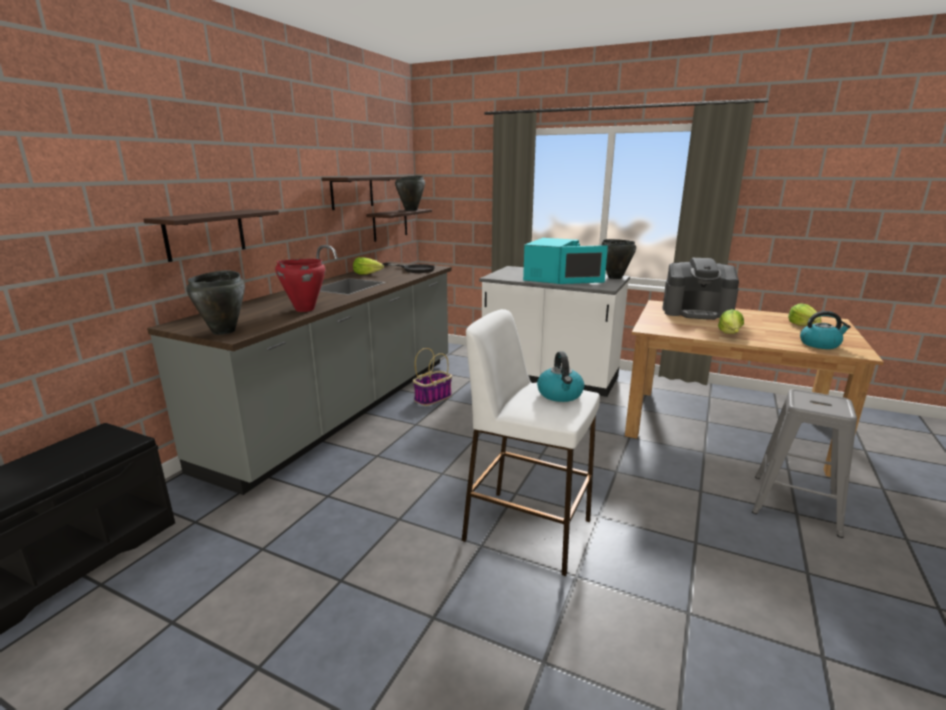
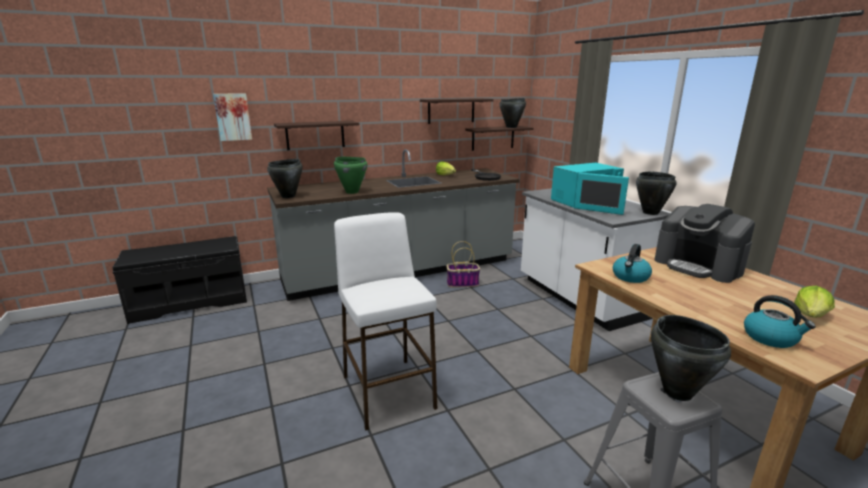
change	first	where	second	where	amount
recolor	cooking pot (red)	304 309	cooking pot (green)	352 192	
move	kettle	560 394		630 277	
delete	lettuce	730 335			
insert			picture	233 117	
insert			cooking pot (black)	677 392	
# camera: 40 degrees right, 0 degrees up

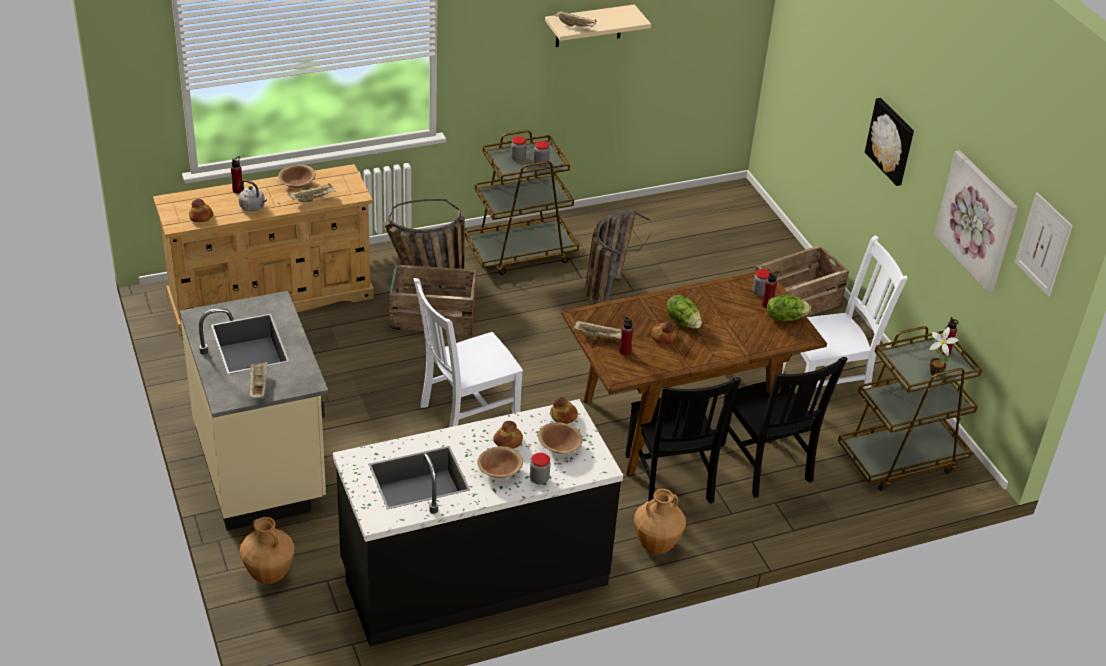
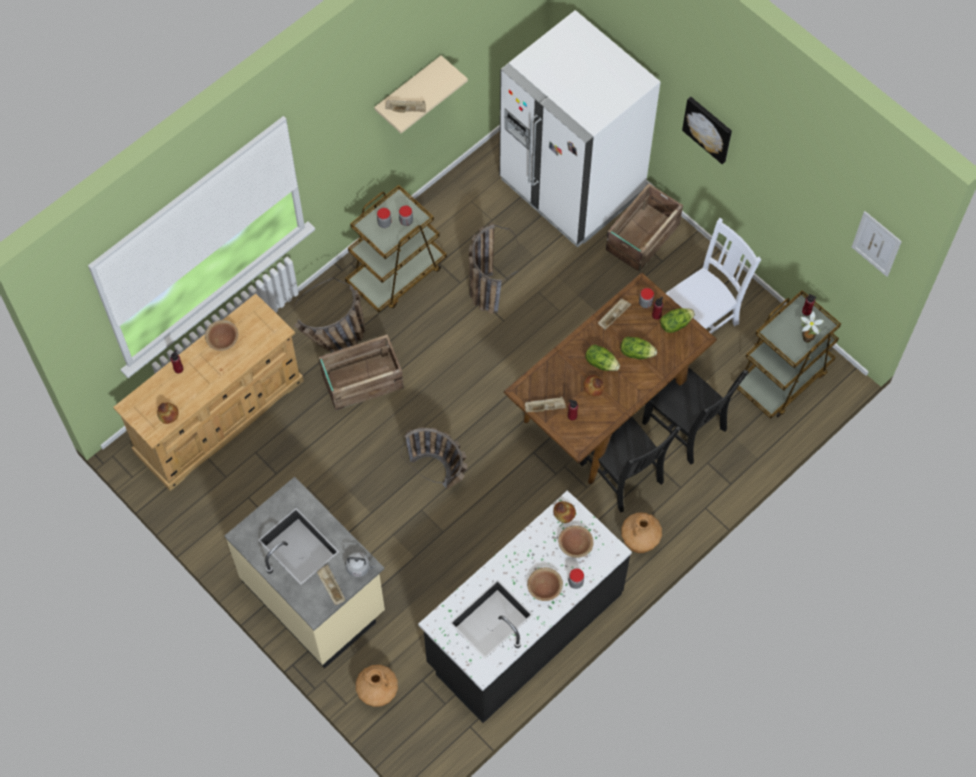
change	first	where	second	where	amount
move	kettle (grey)	253 207		359 567	
move	tray (beige)	313 198		614 316	
replace	chair (white)	466 414	basket	441 475	
delete	bread	507 441			
delete	picture	977 220			
insert			fridge (white)	571 187	
insert			lettuce	636 352	
# camera: 20 degrees left, 25 degrees up

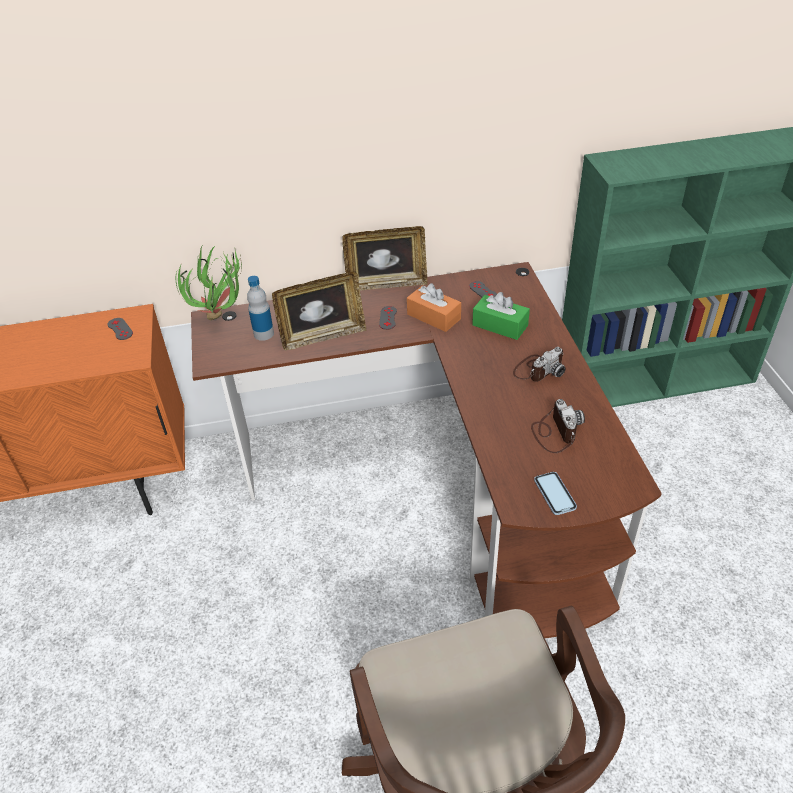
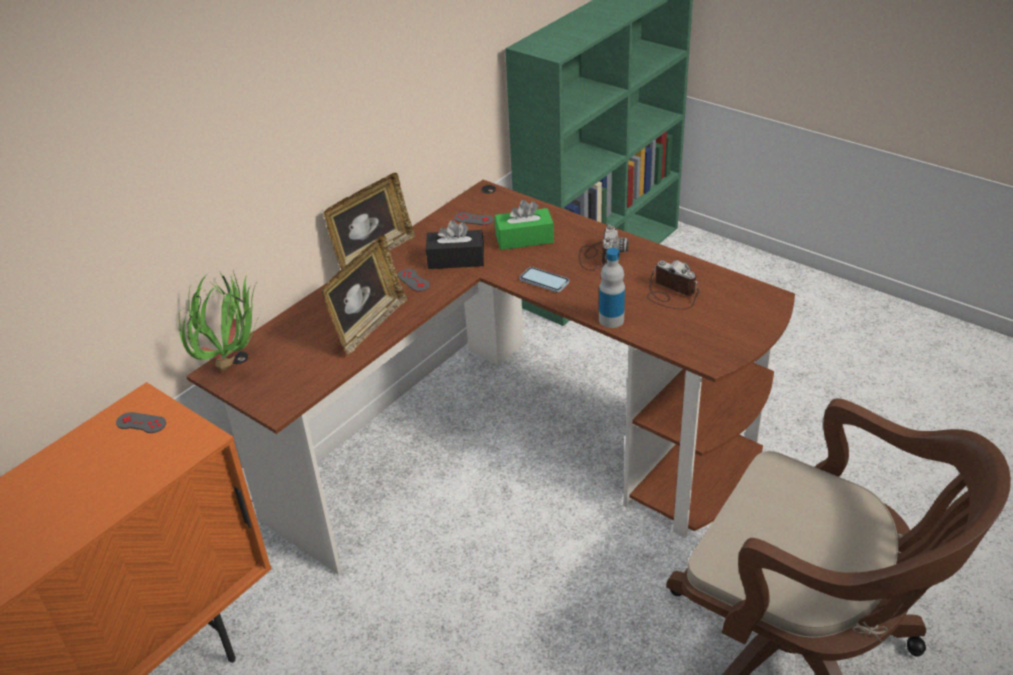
change	first	where	second	where	amount
move	bottle	263 334		611 320	
recolor	tissue box (orange)	433 316	tissue box (black)	456 259	
move	phone	554 494		544 281	
# camera: 40 degrees left, 5 degrees down

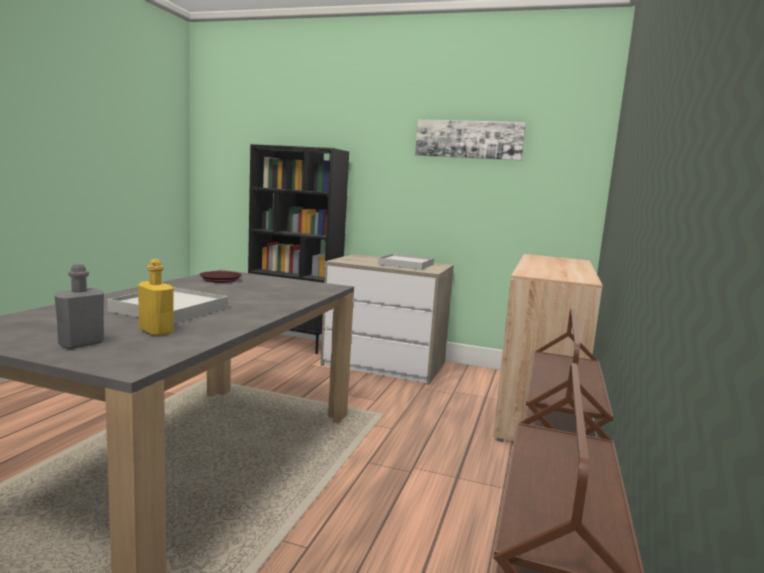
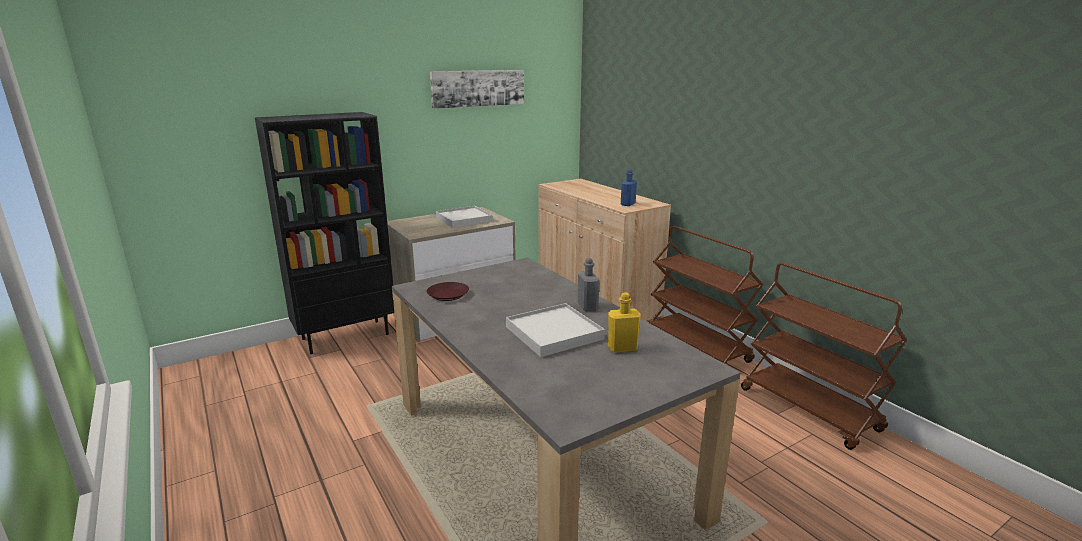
change	first	where	second	where	amount
move	bottle (grey)	81 344		587 306	
insert			bottle (blue)	628 204	
# camera: 50 degrees left, 10 degrees up

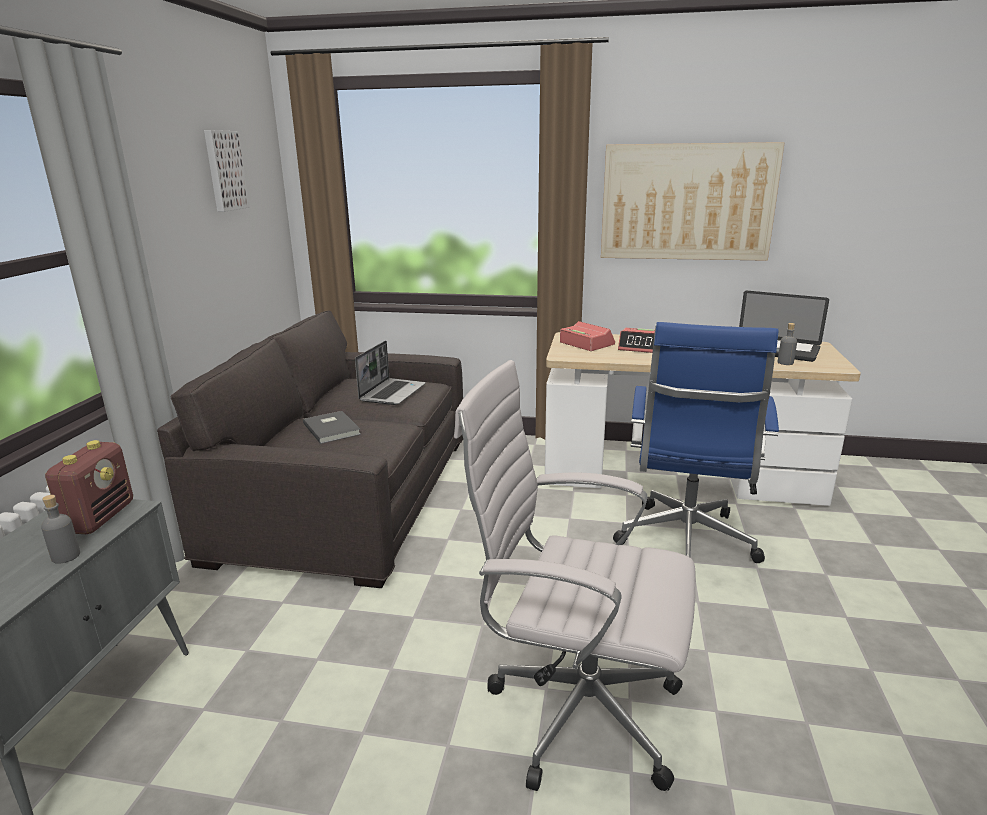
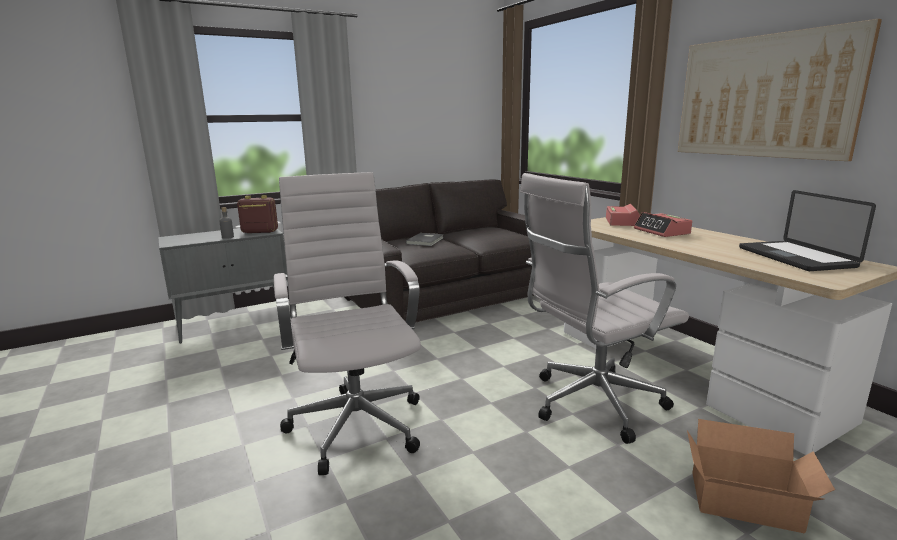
change	first	where	second	where	amount
rotate	radio	100 517		259 231	150 degrees counterclockwise
delete	picture	224 171			
delete	laptop	392 392			
recolor	office chair (blue)	685 544	office chair (white)	591 404	
delete	bottle (grey)	785 362			
insert			cardboard box	748 504	
# camera: 50 degrees right, 5 degrees down

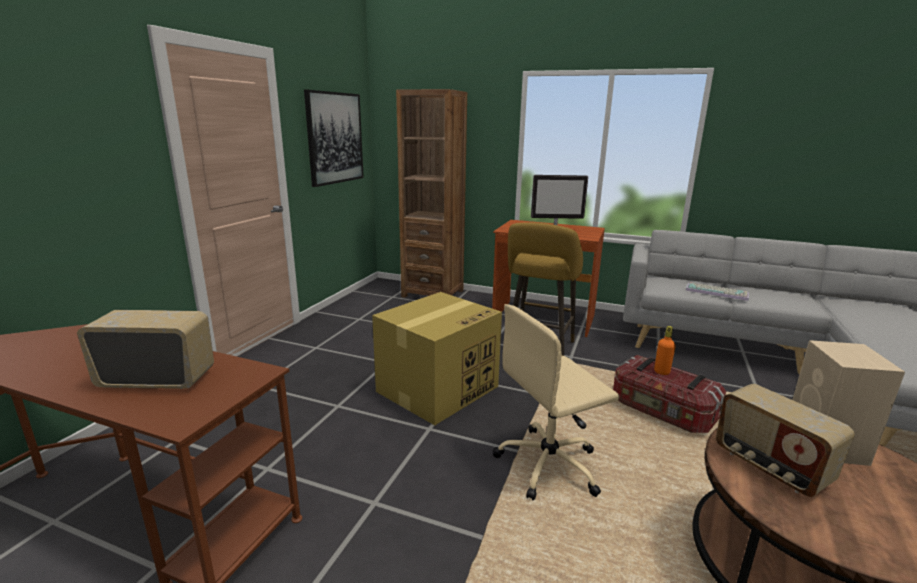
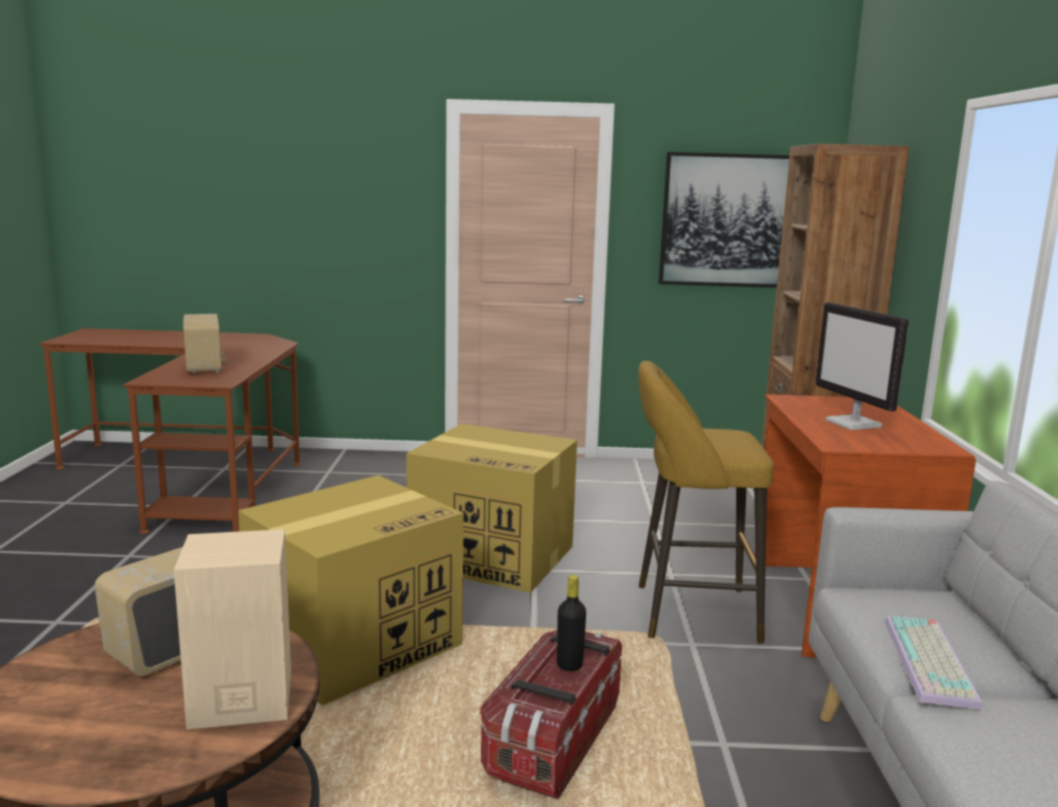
change	first	where	second	where	amount
replace	office chair (beige)	550 464	cardboard box	356 644	
recolor	bottle (orange)	661 372	bottle (black)	569 665	
# camera: 70 degrees right, 5 degrees down

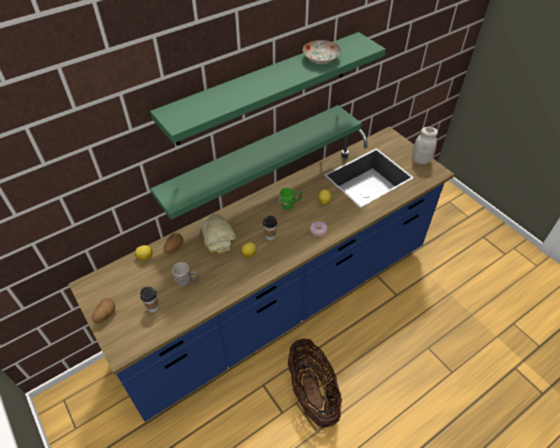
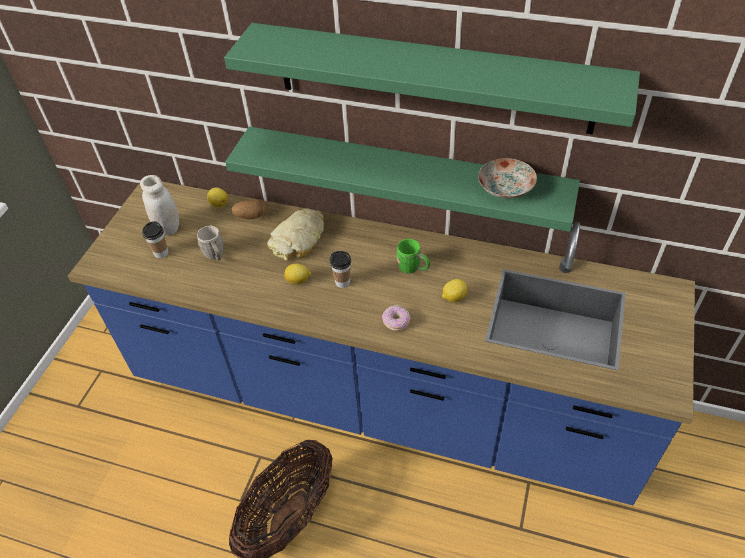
change	first	where	second	where	amount
delete	potato	105 315			
move	plate	321 59		505 188	
move	jar (white)	420 160		168 227	
# camera: 55 degrees right, 0 degrees up

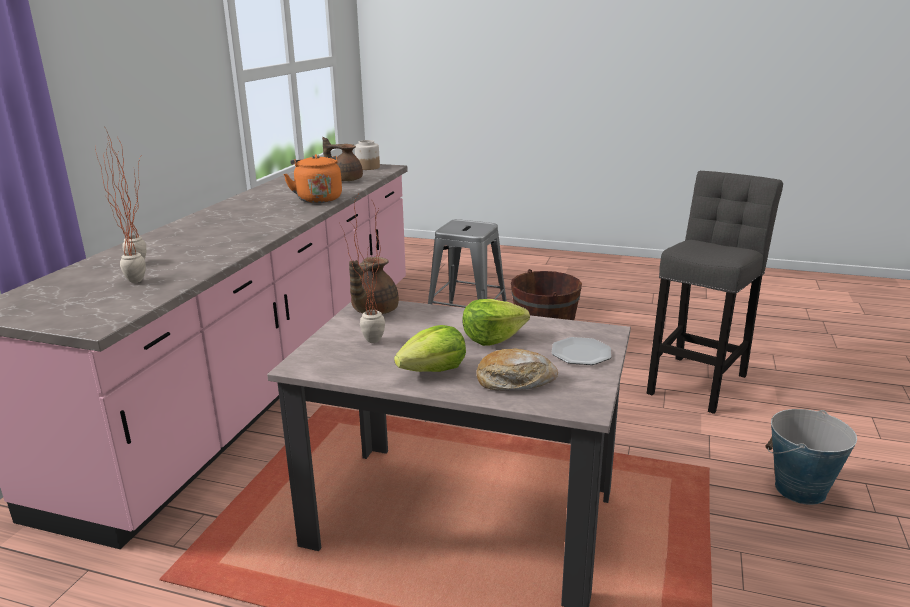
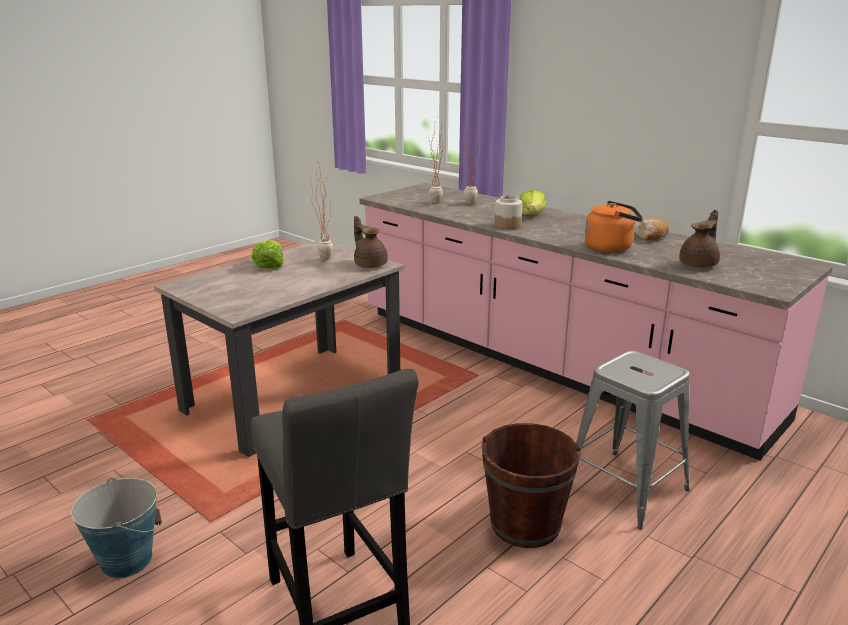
change	first	where	second	where	amount
move	jar	367 167		507 225	
move	lettuce	492 337		531 215	
move	bread	515 381		651 236	
delete	plate	581 353			
# camera: 115 degrees right, 0 degrees up

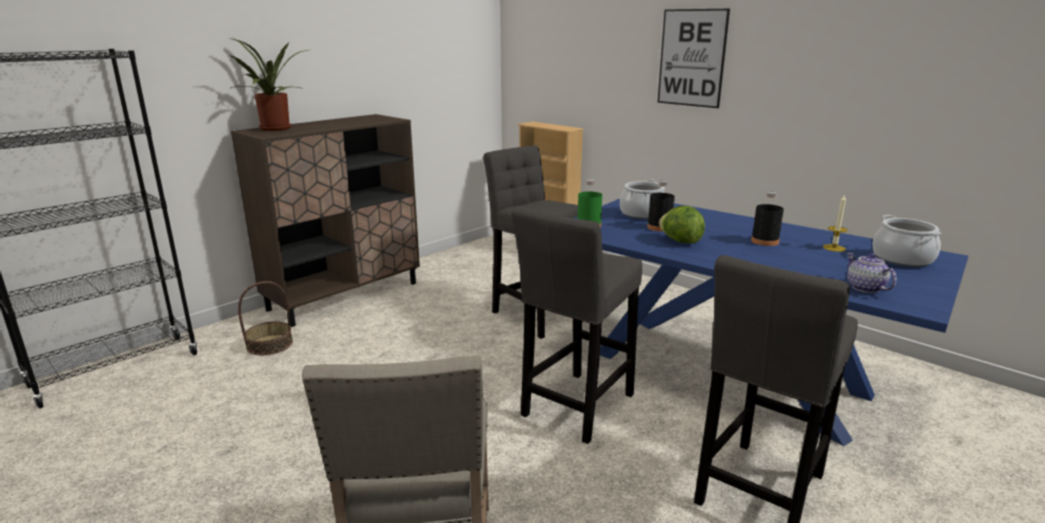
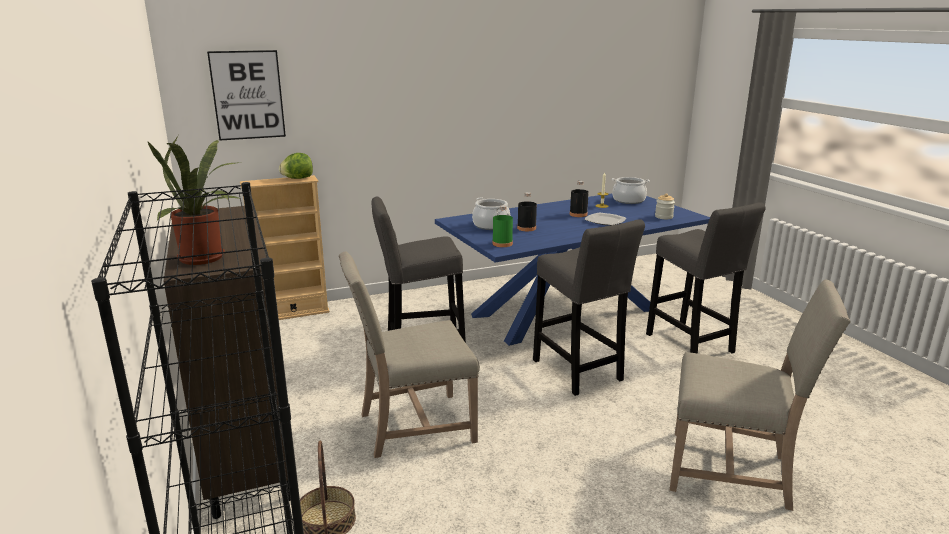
change	first	where	second	where	amount
move	picture	692 58		247 95	
move	lettuce	680 241		297 178	
replace	teapot	864 288	jar	663 217	
insert			chair (beige)	413 426	
insert			plate	605 221	
# camera: 65 degrees left, 0 degrees up

